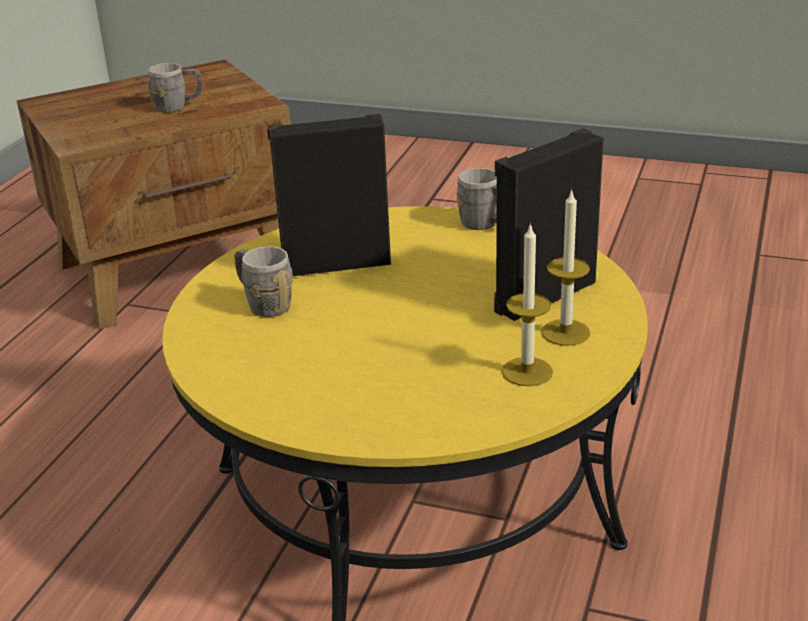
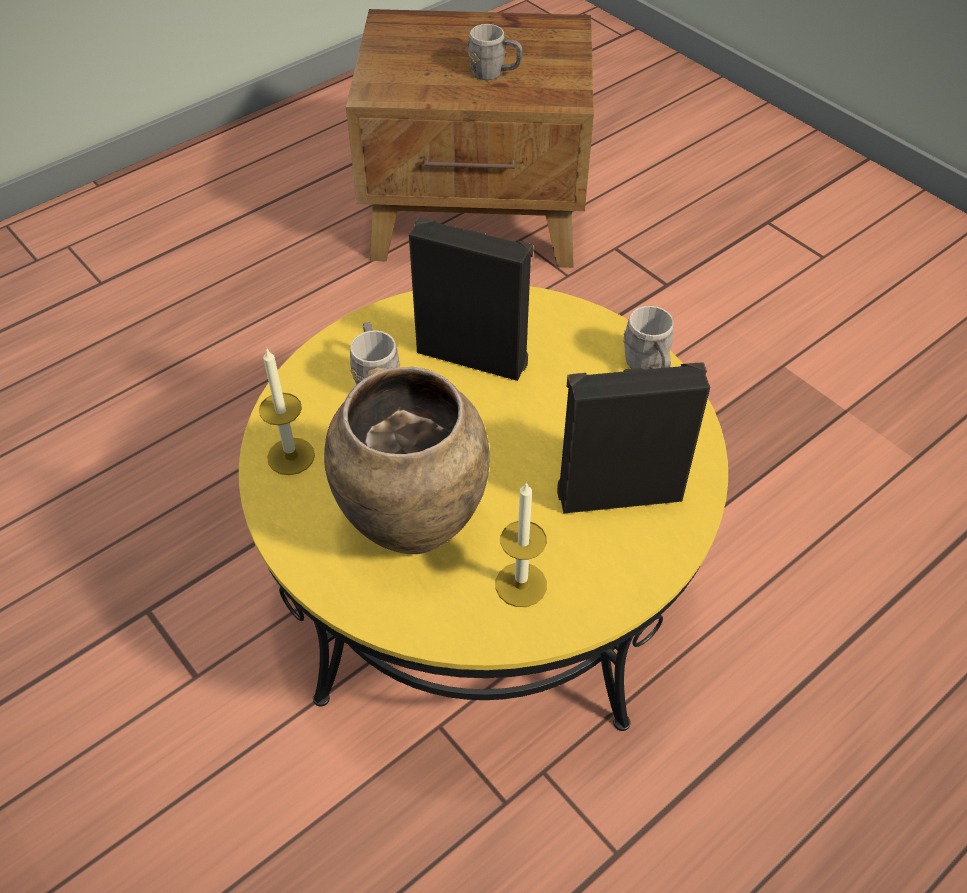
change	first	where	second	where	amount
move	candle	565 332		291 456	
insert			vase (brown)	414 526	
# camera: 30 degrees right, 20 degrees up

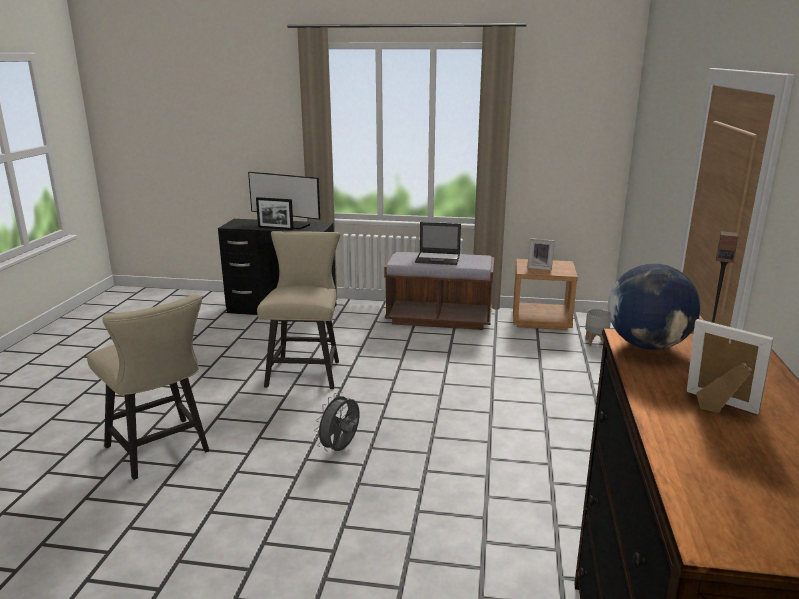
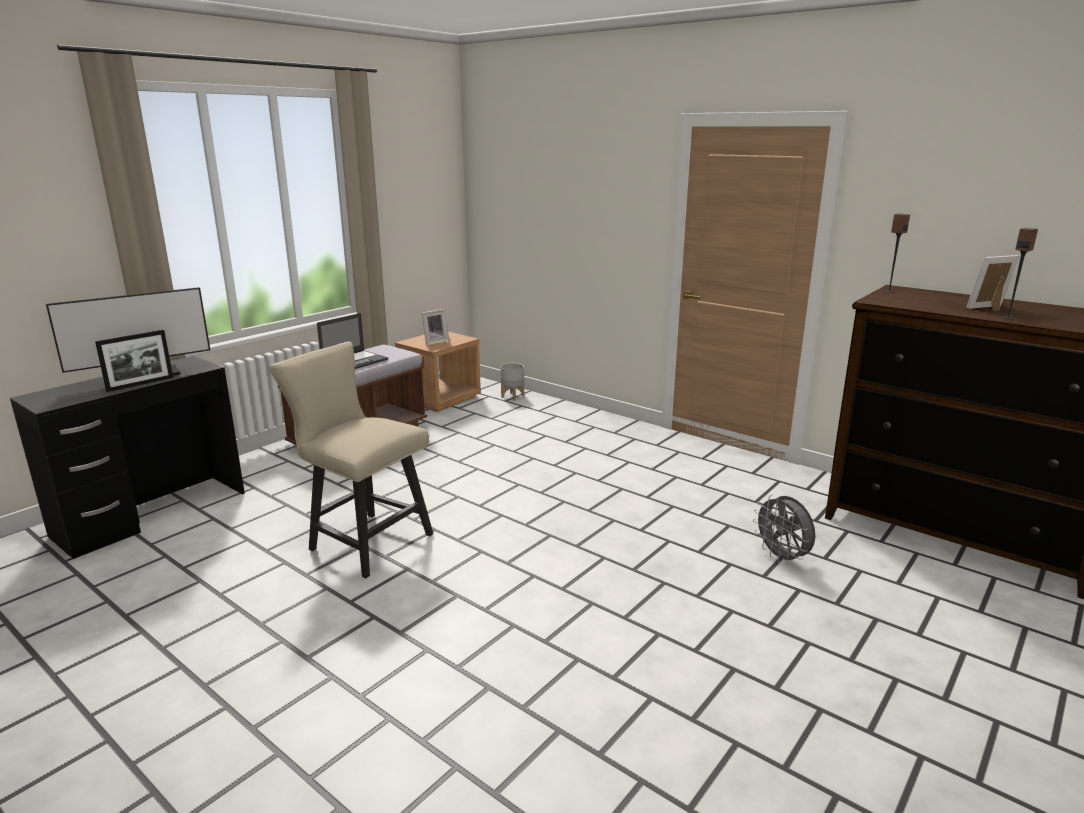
change	first	where	second	where	amount
delete	chair (beige)	161 451			
move	fan (grey)	340 449		782 558	
delete	globe	647 345			
insert			speaker	1008 318	
# camera: 60 degrees left, 0 degrees up

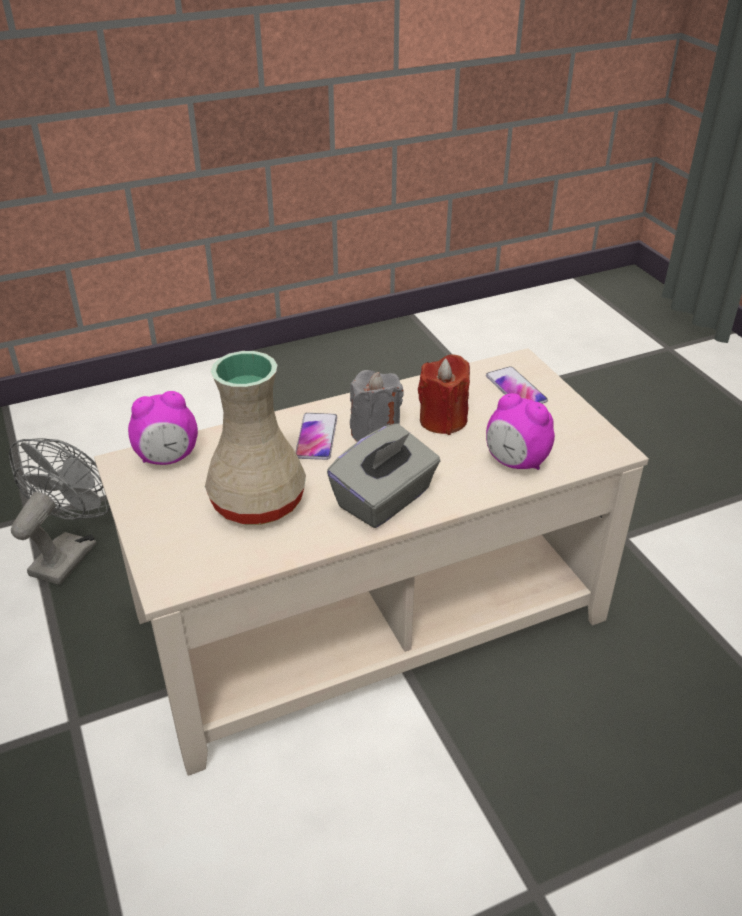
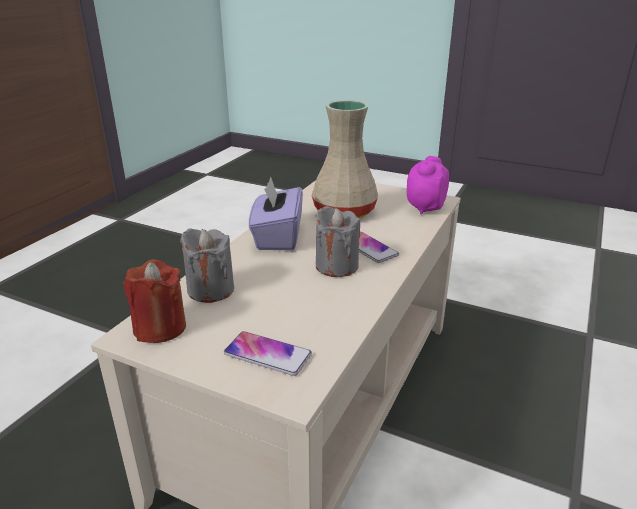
change	first	where	second	where	amount
delete	fan (grey)	69 552			
recolor	tissue box (grey)	385 500	tissue box (purple)	277 237	
move	candle (red)	443 420		160 328	
replace	alarm clock	515 462	candle (grey)	211 290	
# camera: 140 degrees right, 10 degrees down

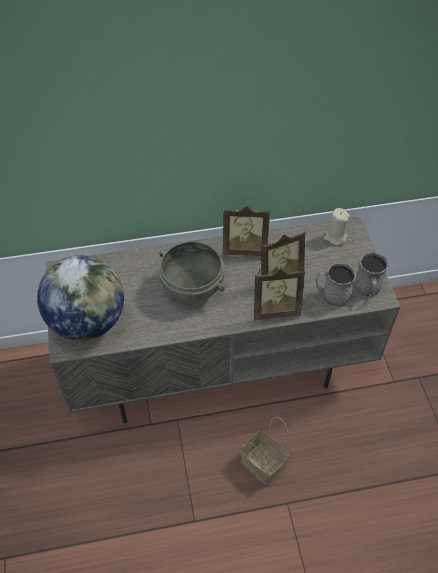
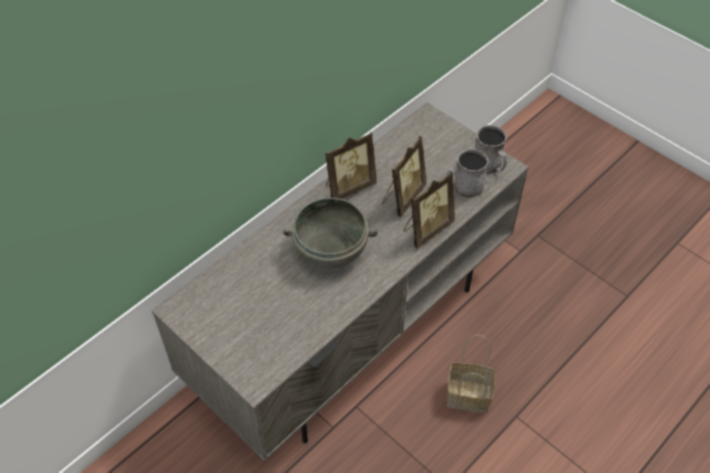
change	first	where	second	where	amount
delete	globe	87 322			
delete	candle (beige)	335 237			
# camera: 35 degrees left, 0 degrees up

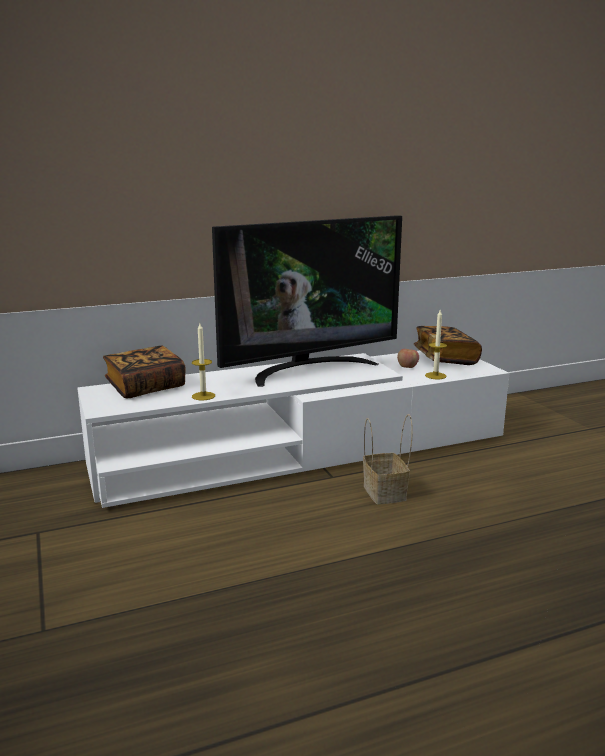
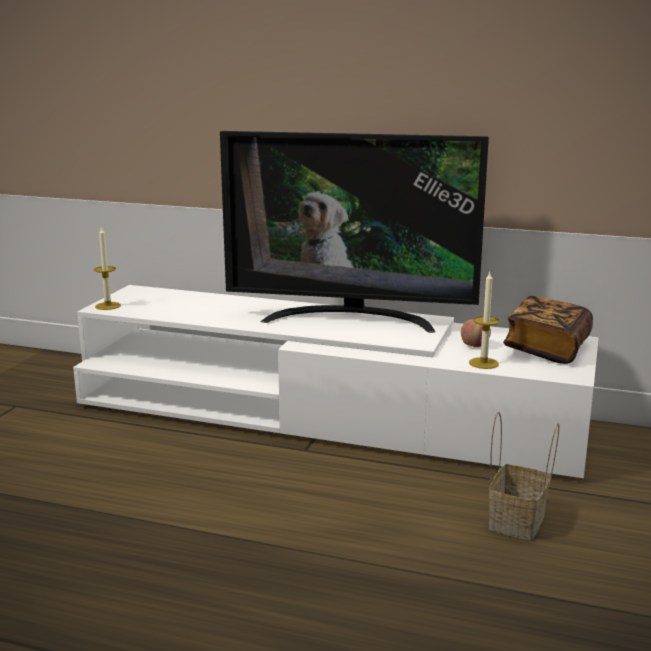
change	first	where	second	where	amount
delete	book	145 387			
move	candle	203 396		108 306	
move	basket	386 493		517 522	
# camera: 40 degrees right, 0 degrees up

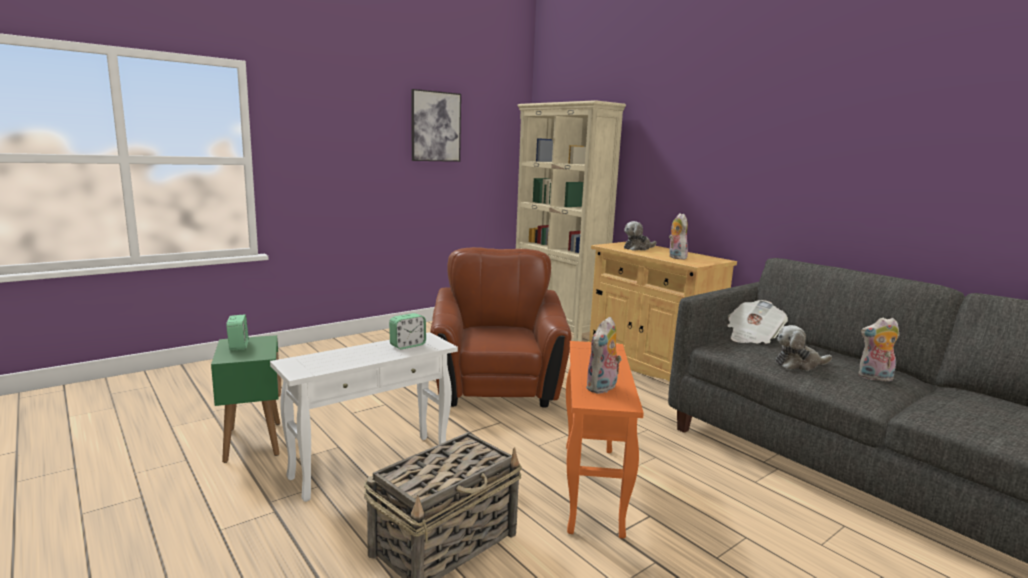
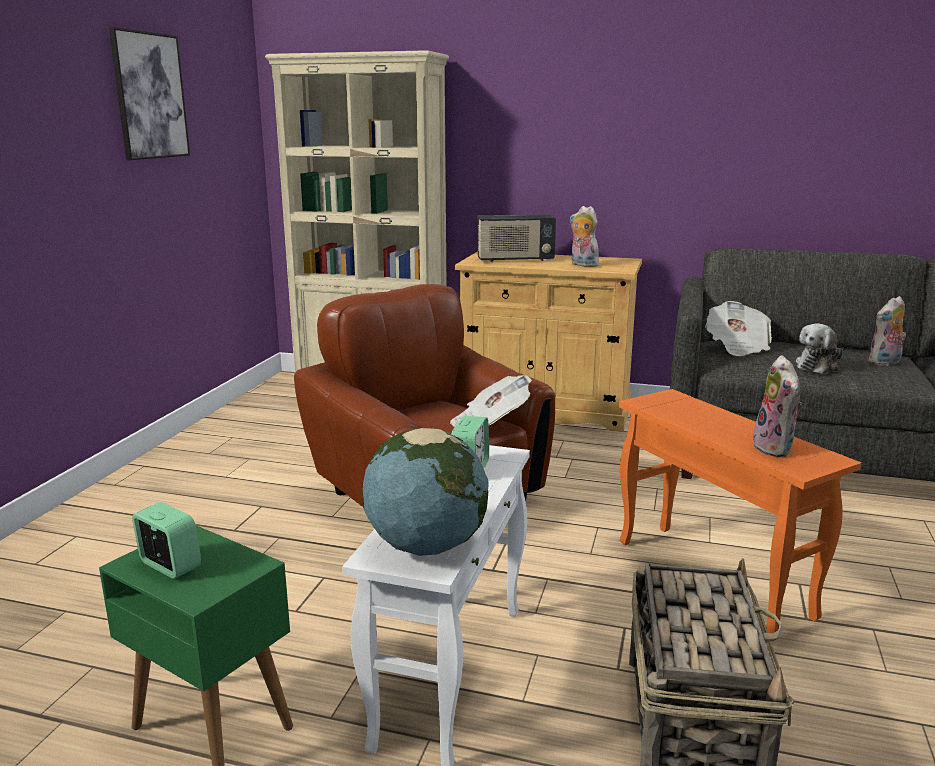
change	first	where	second	where	amount
replace	plush toy	638 248	radio	515 260	
insert			globe	426 546	
insert			newspaper	490 423	
# camera: 35 degrees left, 5 degrees up

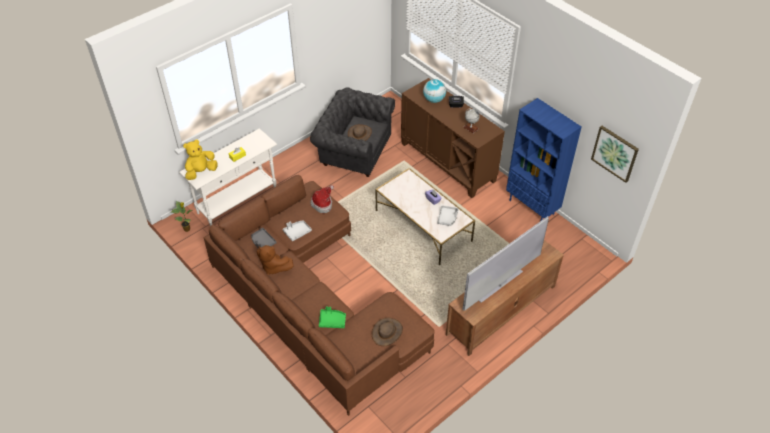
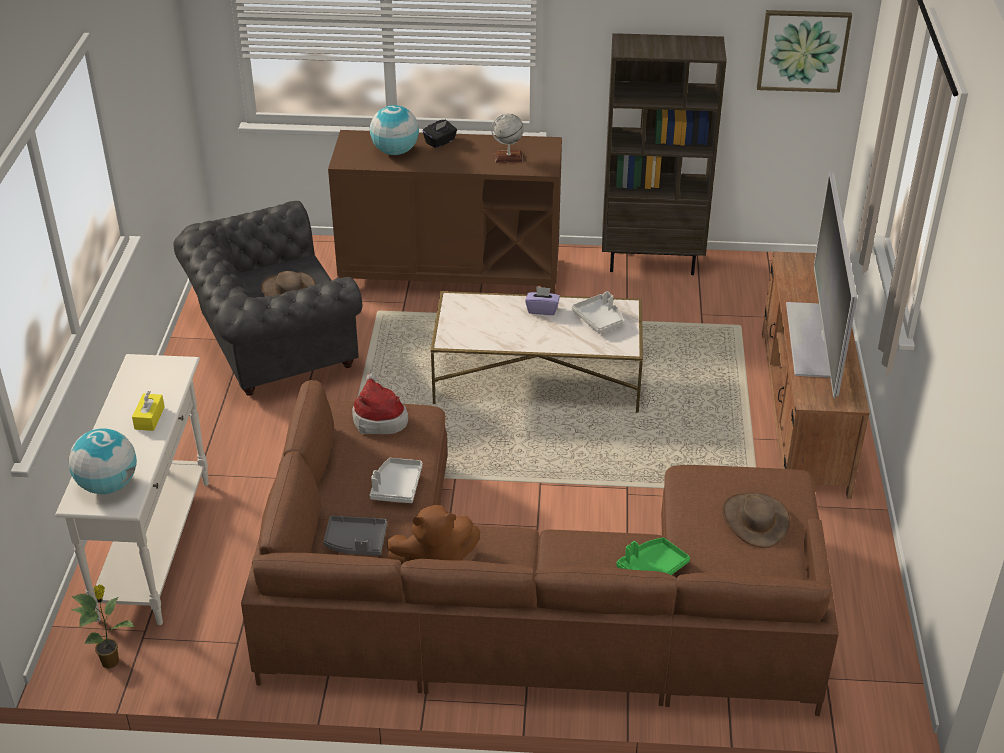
change	first	where	second	where	amount
replace	plush toy (yellow)	201 172	globe	108 485	
recolor	bookcase (blue)	532 207	bookcase (brown)	652 261	
# camera: 45 degrees left, 10 degrees down

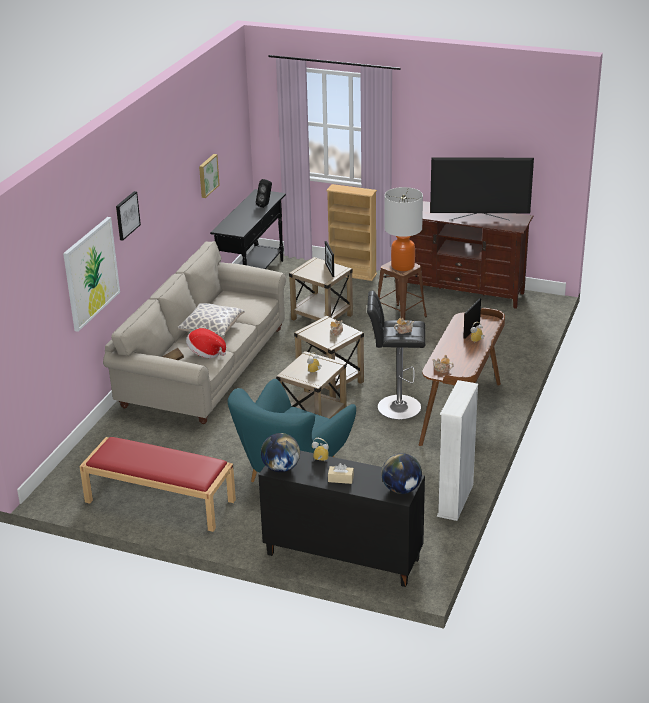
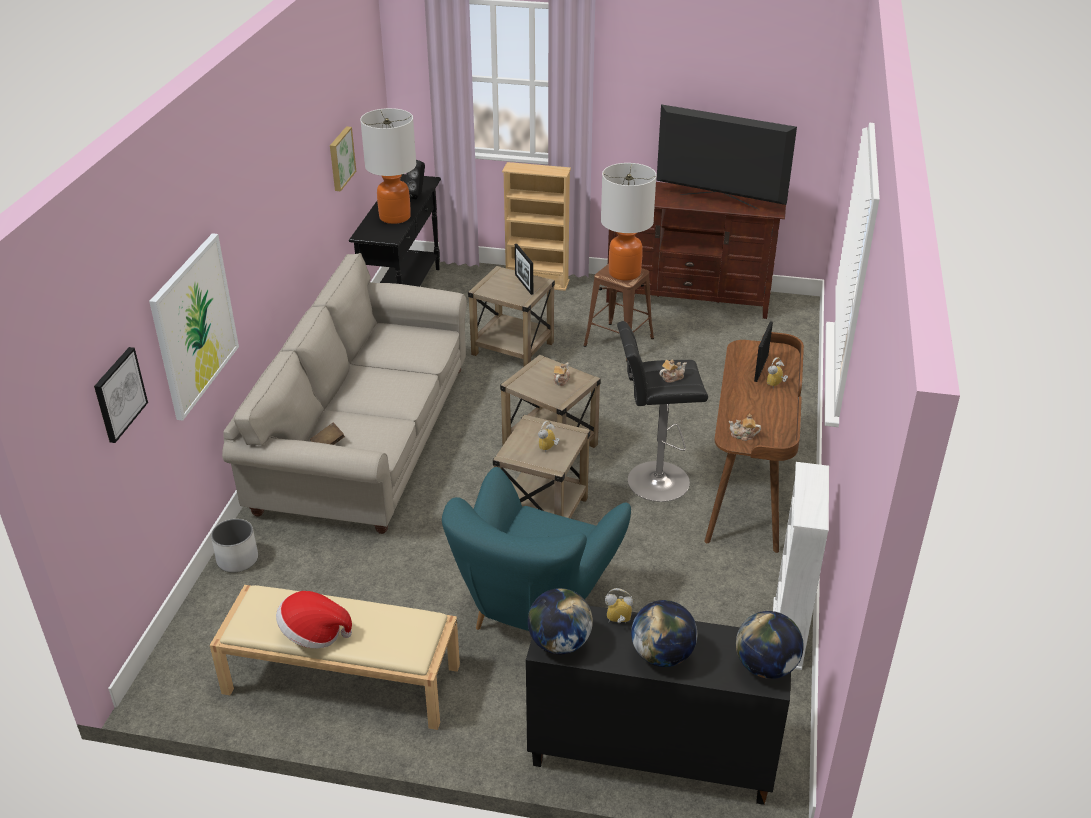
change	first	where	second	where	amount
recolor	bench (red)	159 501	bench (beige)	340 679	
move	picture	127 215		119 394	
delete	pillow	212 329			
move	hat	205 353		313 634	
replace	tissue box (beige)	340 479	globe	662 655	
rotate	television	479 219		718 202	150 degrees counterclockwise
insert			planter (white)	237 559	
insert			table lamp	395 217	
# camera: 10 degrees left, 5 degrees up

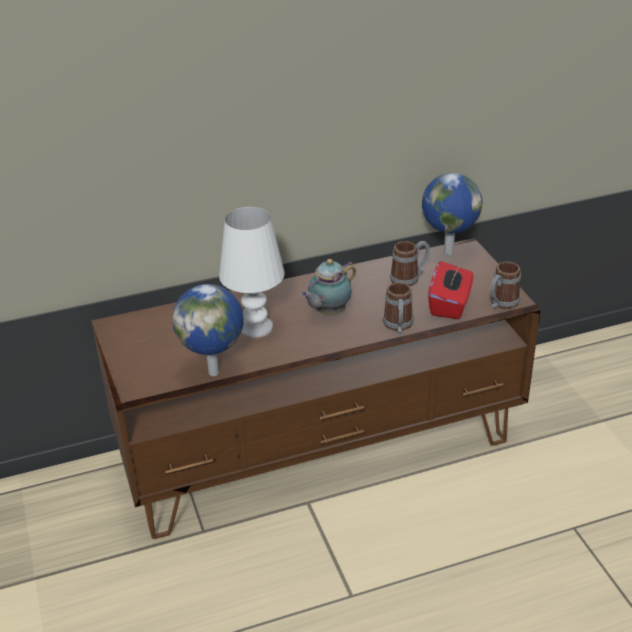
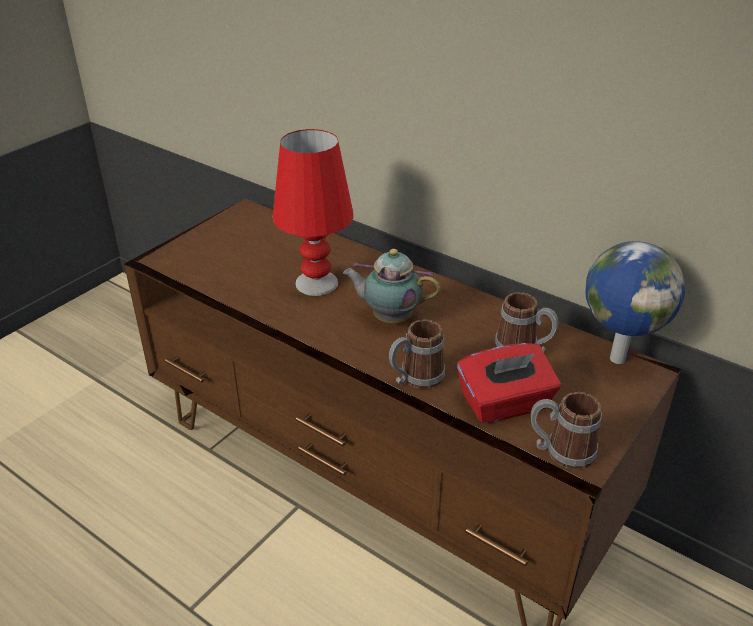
change	first	where	second	where	amount
delete	globe	215 372			
recolor	table lamp (white)	255 327	table lamp (red)	317 283	
# camera: 55 degrees right, 0 degrees up

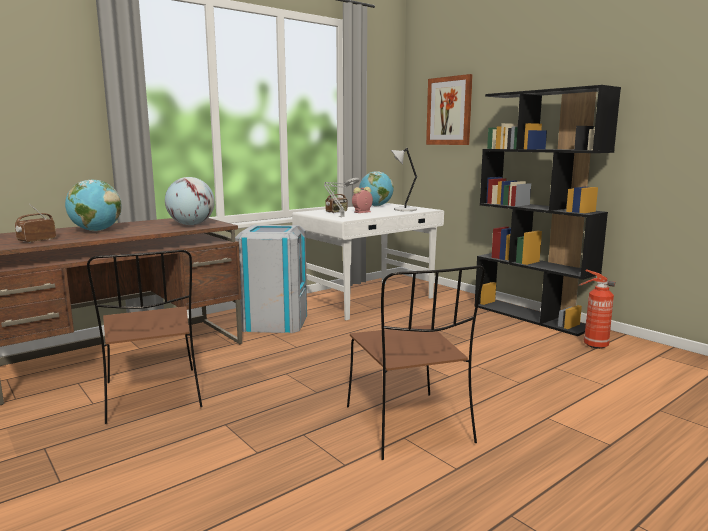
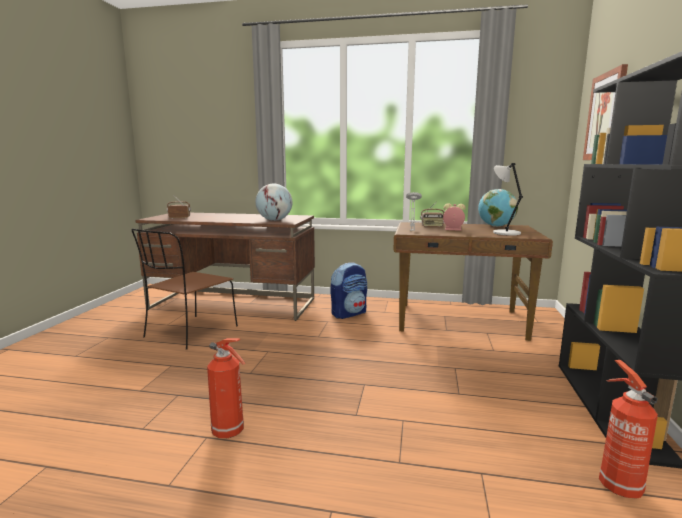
change	first	where	second	where	amount
delete	globe	96 231			
replace	trash can (grey)	274 322	backpack	349 313	
recolor	desk (white)	369 300	desk (brown)	460 321	
replace	chair (brown)	409 426	fire extinguisher	229 432	
# camera: 50 degrees right, 0 degrees up

